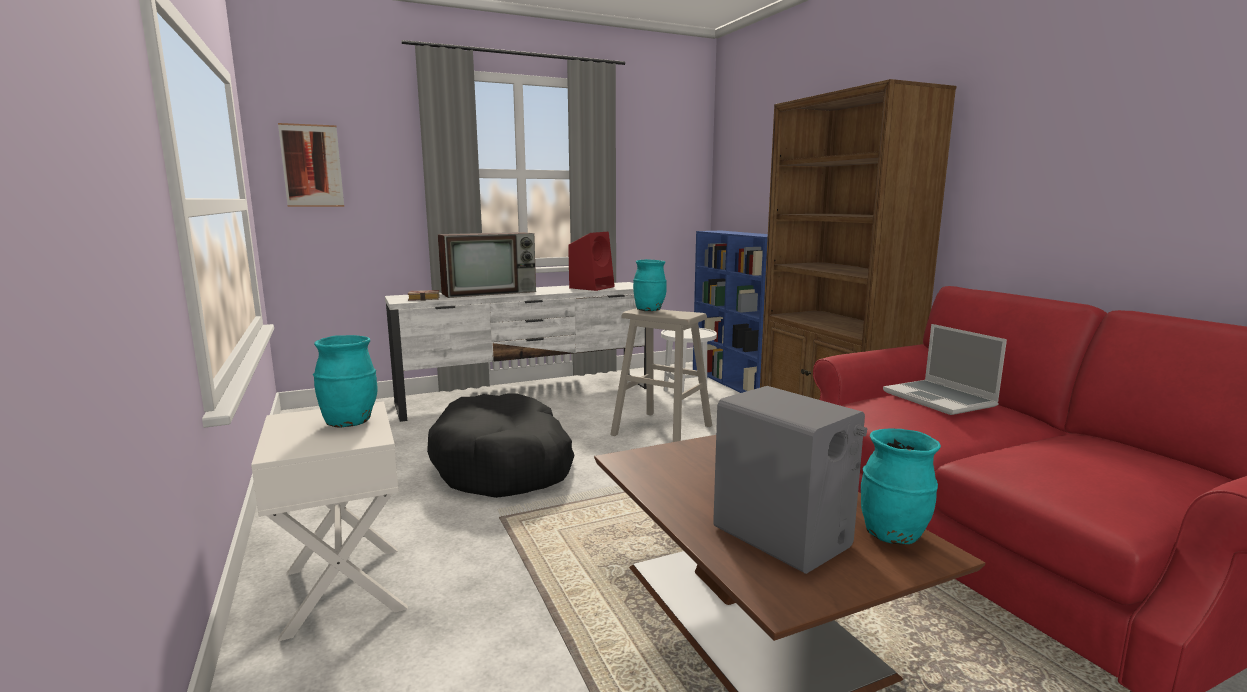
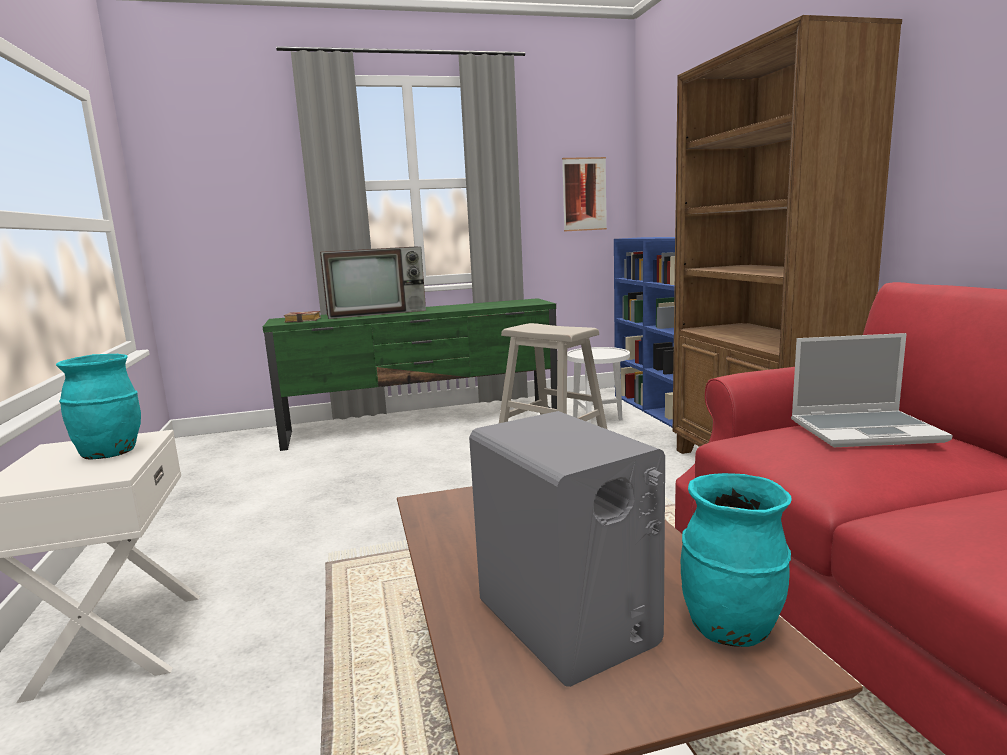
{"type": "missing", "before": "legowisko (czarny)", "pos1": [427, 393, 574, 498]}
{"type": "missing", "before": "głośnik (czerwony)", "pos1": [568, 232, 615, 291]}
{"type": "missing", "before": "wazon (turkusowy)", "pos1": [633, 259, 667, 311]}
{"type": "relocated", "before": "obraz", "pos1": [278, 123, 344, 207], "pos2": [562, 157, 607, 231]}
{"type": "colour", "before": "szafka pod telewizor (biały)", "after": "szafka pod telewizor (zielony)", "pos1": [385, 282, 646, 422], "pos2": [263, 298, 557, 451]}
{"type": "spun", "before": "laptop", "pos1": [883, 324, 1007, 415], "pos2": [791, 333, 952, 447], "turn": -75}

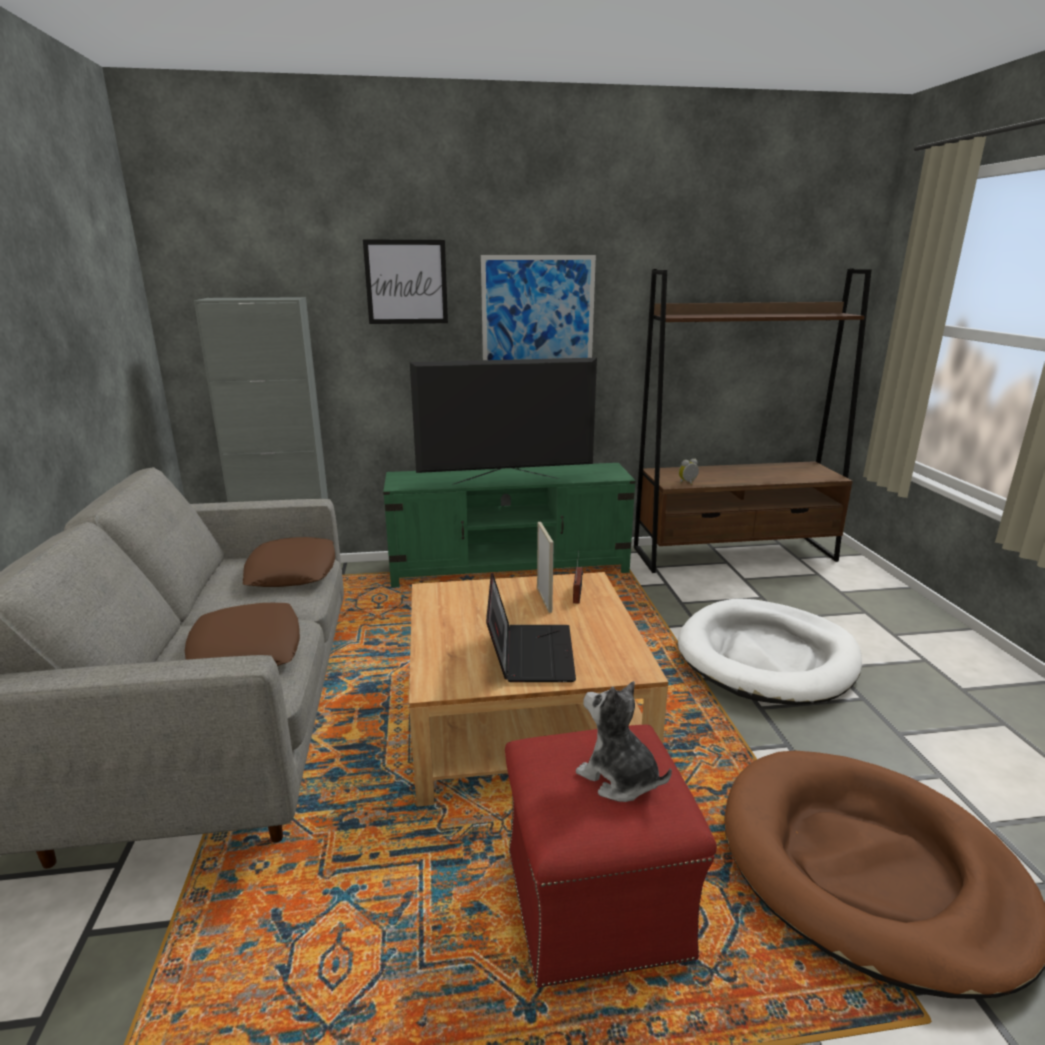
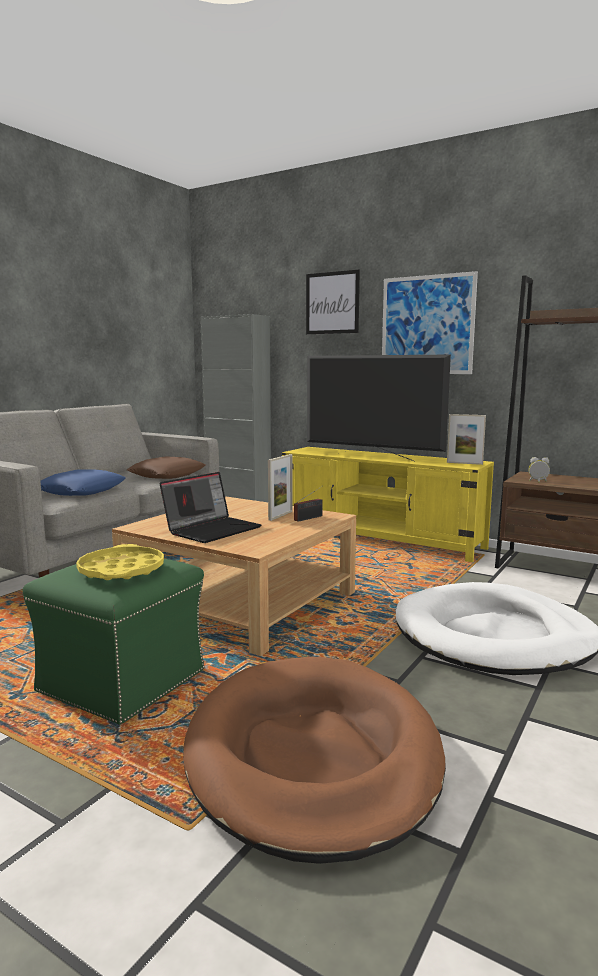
{"type": "appeared", "after": "ramka na zdjęcie", "pos2": [447, 414, 486, 465]}
{"type": "exchanged", "before": "pluszak", "after": "taca (żółty)", "pos1": [576, 681, 672, 802], "pos2": [76, 544, 164, 580]}
{"type": "colour", "before": "poduszka (brązowy)", "after": "poduszka (niebieski)", "pos1": [185, 603, 300, 666], "pos2": [40, 469, 126, 496]}
{"type": "colour", "before": "szafka pod telewizor (zielony)", "after": "szafka pod telewizor (żółty)", "pos1": [383, 463, 636, 587], "pos2": [282, 447, 494, 562]}
{"type": "colour", "before": "pufa (czerwony)", "after": "pufa (zielony)", "pos1": [505, 725, 717, 988], "pos2": [23, 559, 204, 725]}

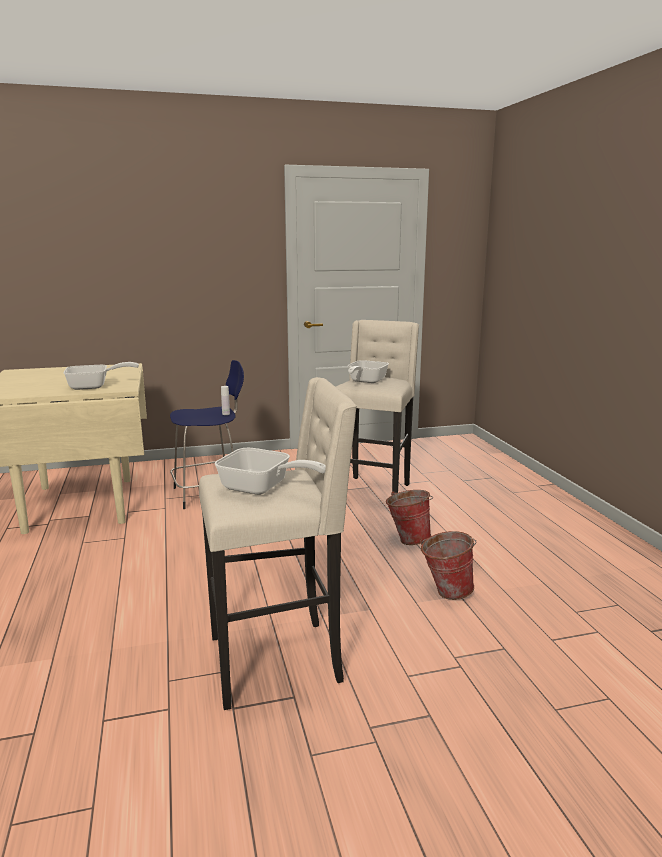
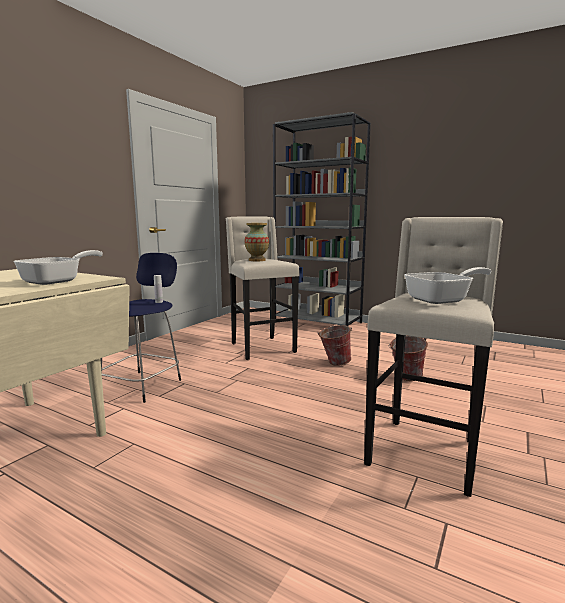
{"type": "appeared", "after": "regał (szary)", "pos2": [273, 112, 371, 326]}
{"type": "exchanged", "before": "patelnia", "after": "wazon", "pos1": [348, 360, 389, 383], "pos2": [245, 223, 269, 261]}

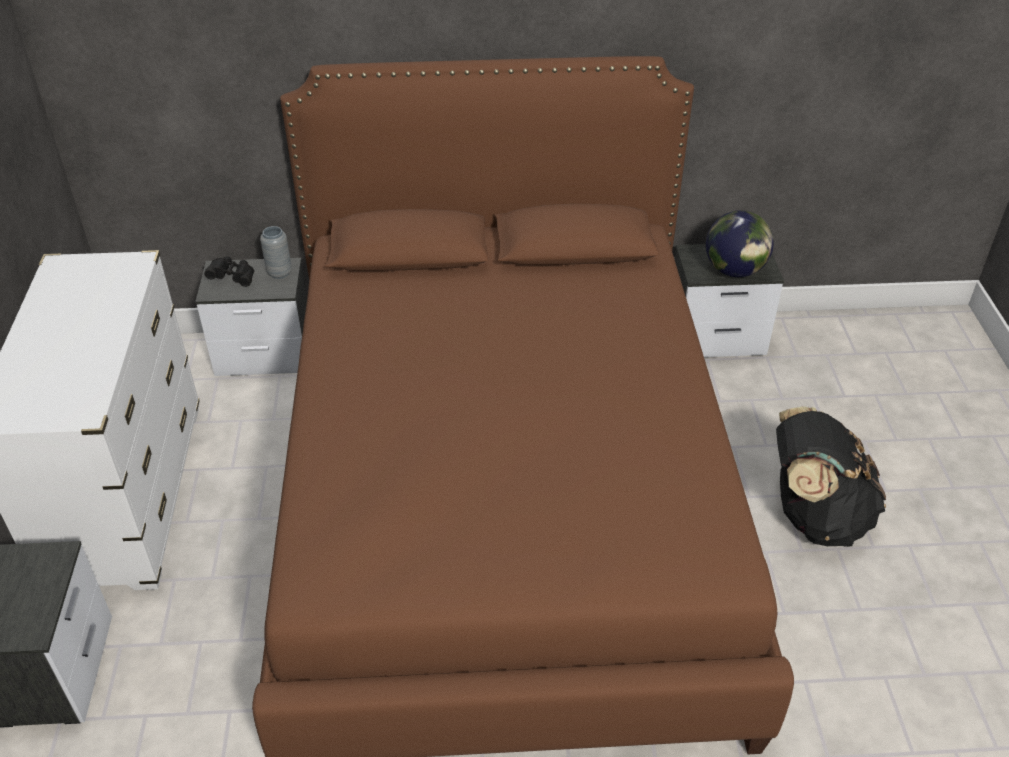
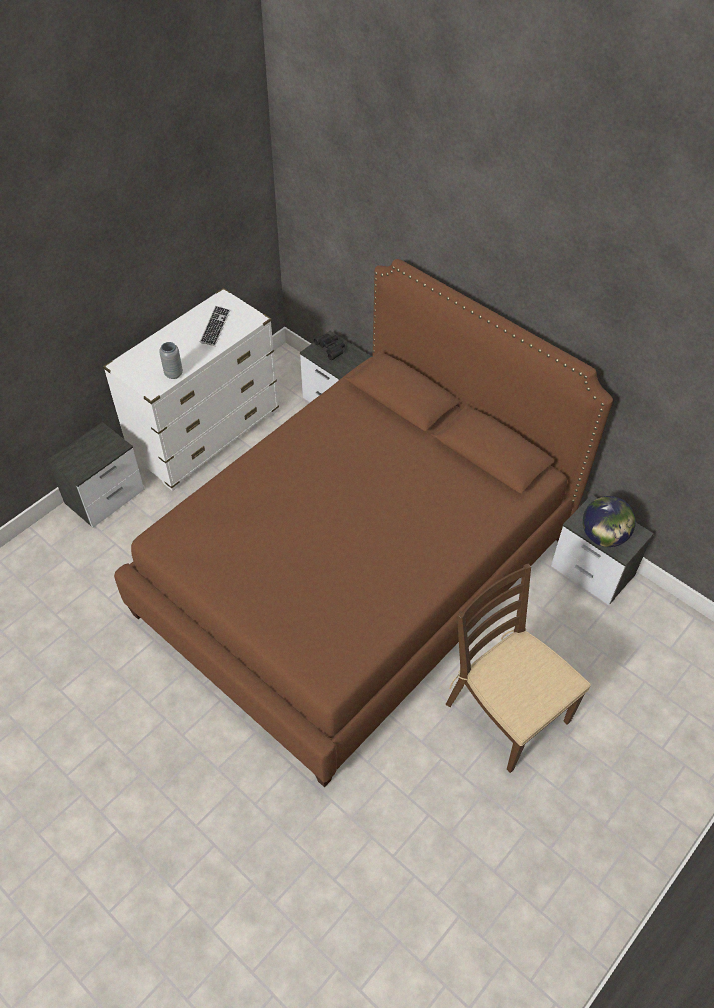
{"type": "appeared", "after": "klawiatura", "pos2": [200, 306, 230, 346]}
{"type": "relocated", "before": "wazon (szary)", "pos1": [260, 226, 292, 279], "pos2": [159, 342, 183, 379]}
{"type": "exchanged", "before": "plecak (czarny)", "after": "krzesło (brązowy)", "pos1": [776, 406, 886, 547], "pos2": [445, 563, 591, 773]}

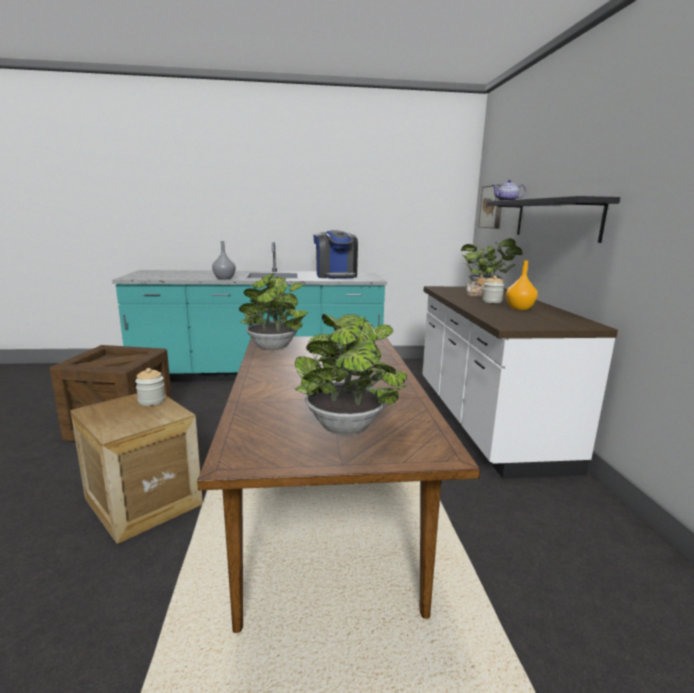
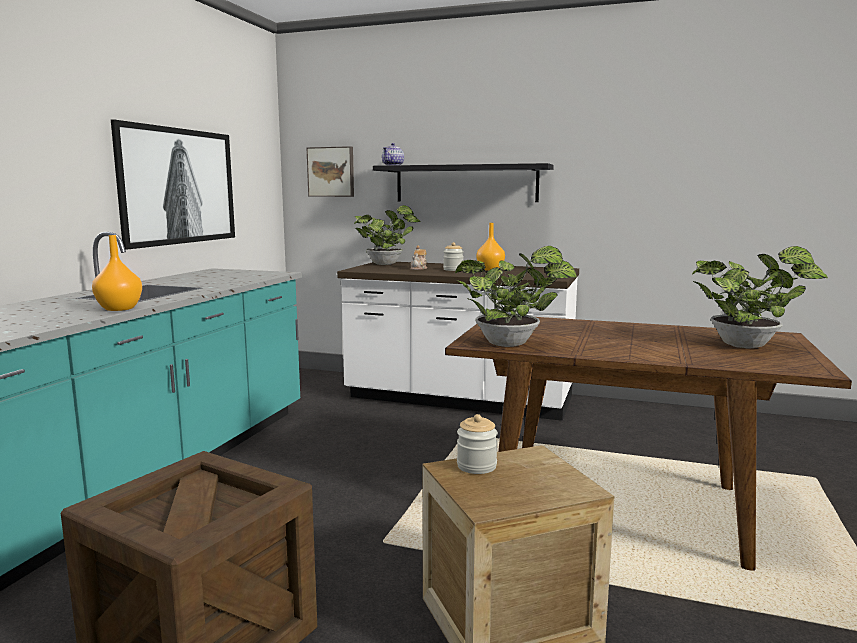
{"type": "missing", "before": "ekspres do kawy", "pos1": [313, 230, 358, 279]}
{"type": "appeared", "after": "obraz", "pos2": [111, 119, 235, 250]}
{"type": "colour", "before": "wazon (szary)", "after": "wazon (pomarańczowy)", "pos1": [212, 241, 236, 280], "pos2": [92, 235, 142, 311]}

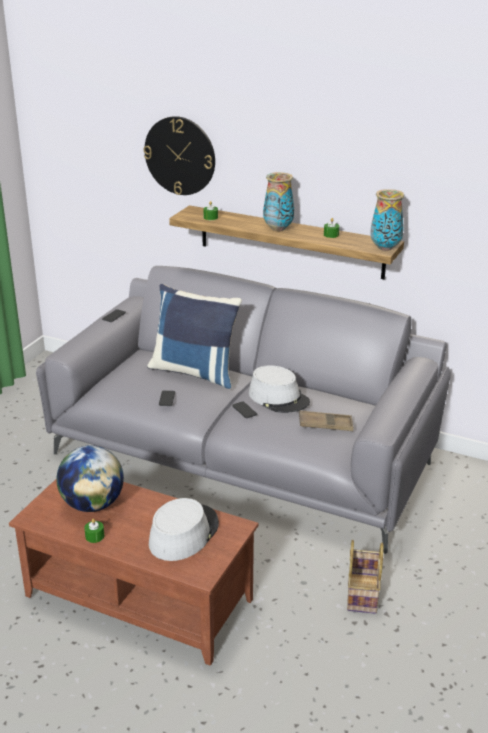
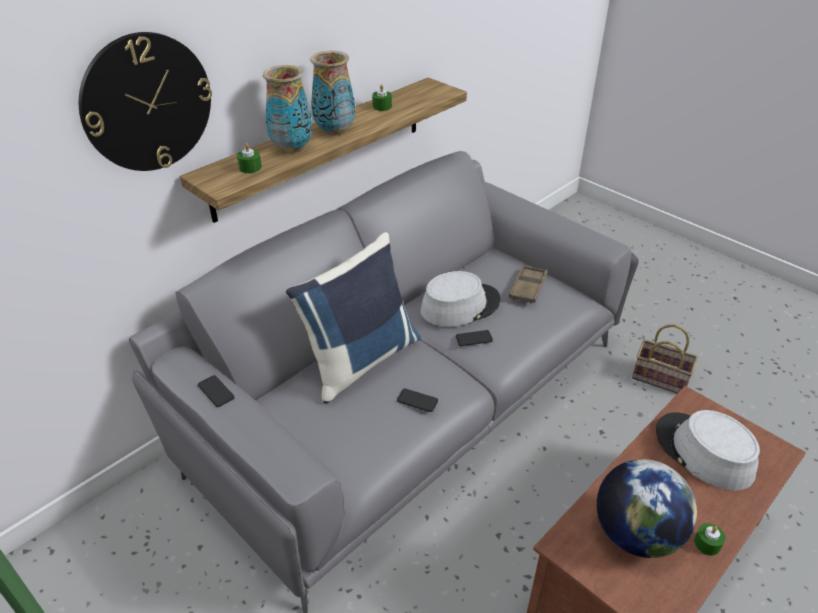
{"type": "relocated", "before": "wazon", "pos1": [370, 189, 404, 251], "pos2": [263, 65, 312, 153]}

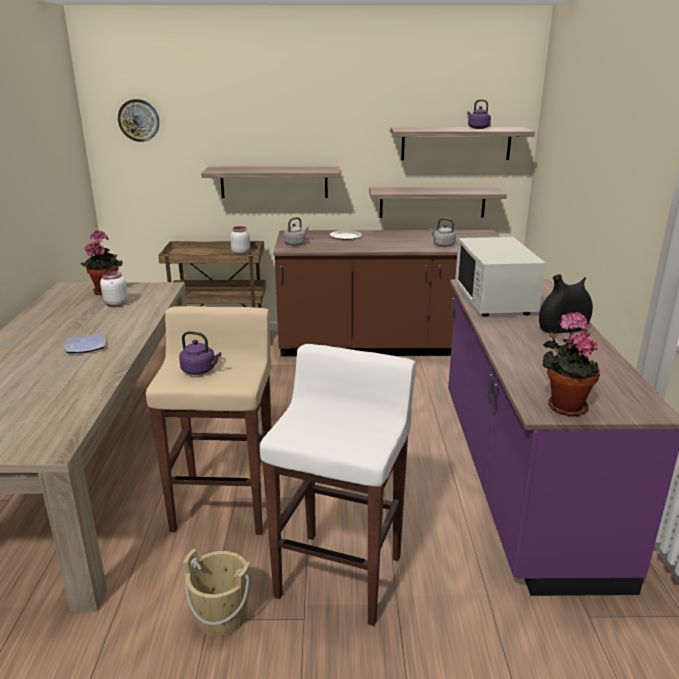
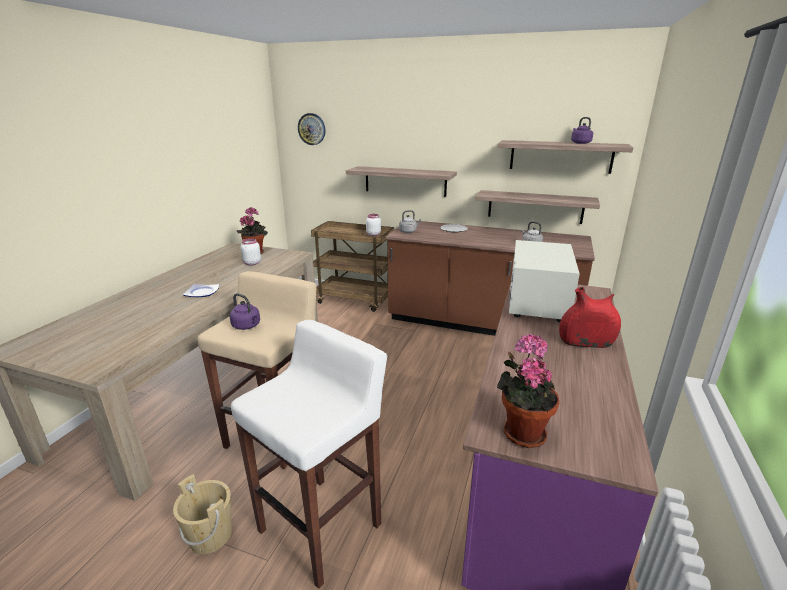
{"type": "colour", "before": "wazon (czarny)", "after": "wazon (czerwony)", "pos1": [539, 274, 593, 334], "pos2": [559, 287, 621, 348]}

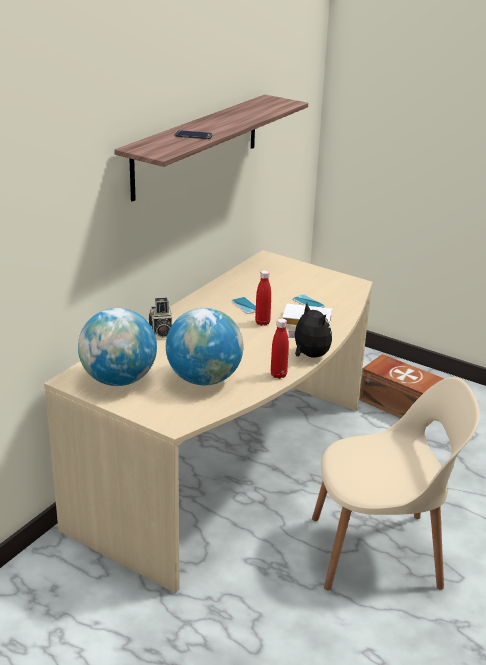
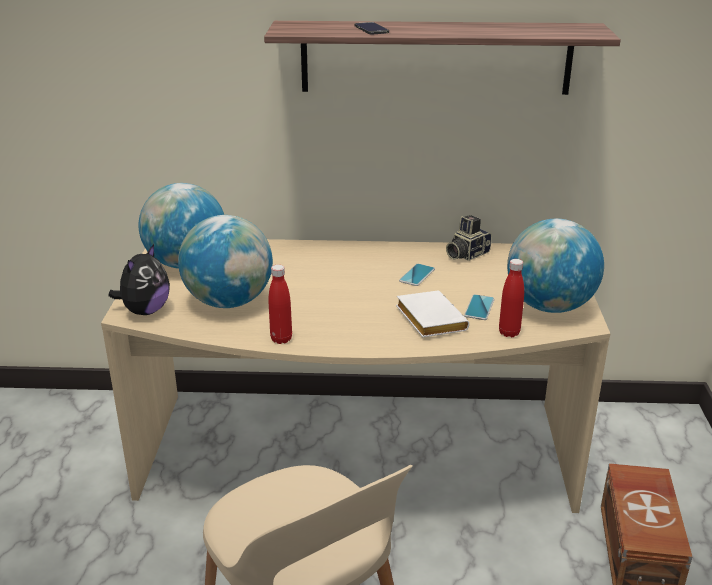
{"type": "appeared", "after": "globus", "pos2": [507, 219, 604, 313]}
{"type": "relocated", "before": "aparat fotograficzny", "pos1": [149, 298, 172, 338], "pos2": [446, 215, 492, 261]}
{"type": "relocated", "before": "butelka (czerwony)", "pos1": [255, 270, 271, 326], "pos2": [499, 259, 524, 337]}
{"type": "relocated", "before": "pluszak", "pos1": [289, 303, 332, 358], "pos2": [108, 244, 170, 315]}

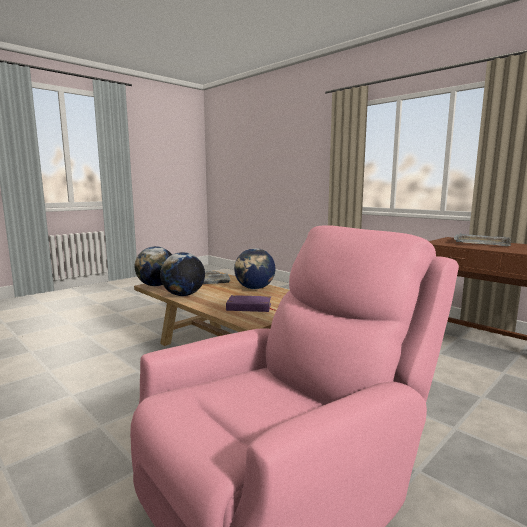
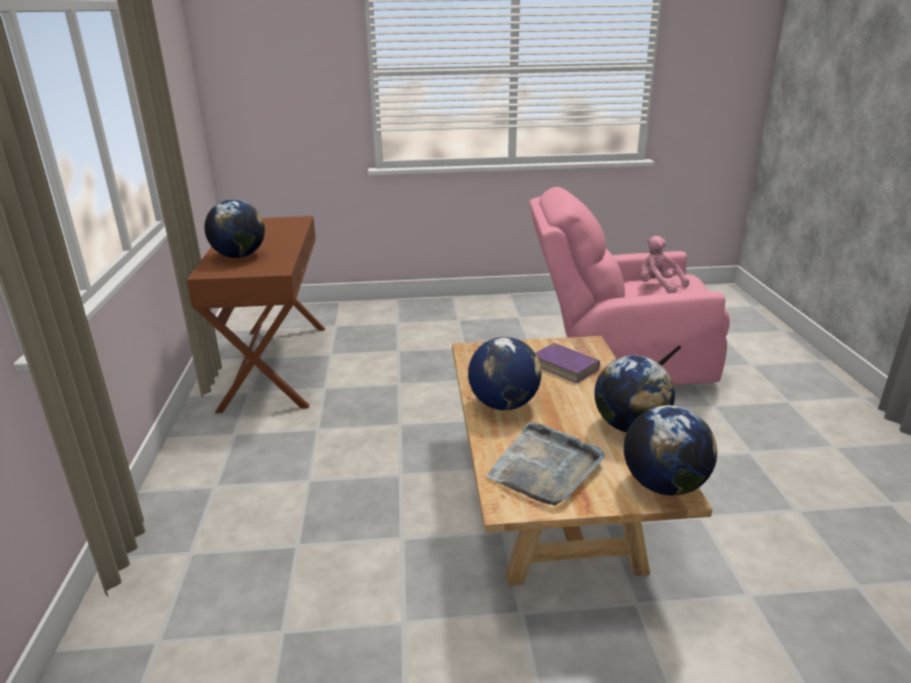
{"type": "appeared", "after": "pluszak (różowy)", "pos2": [640, 236, 689, 294]}
{"type": "exchanged", "before": "taca (szary)", "after": "globus", "pos1": [454, 233, 511, 246], "pos2": [204, 200, 265, 258]}

